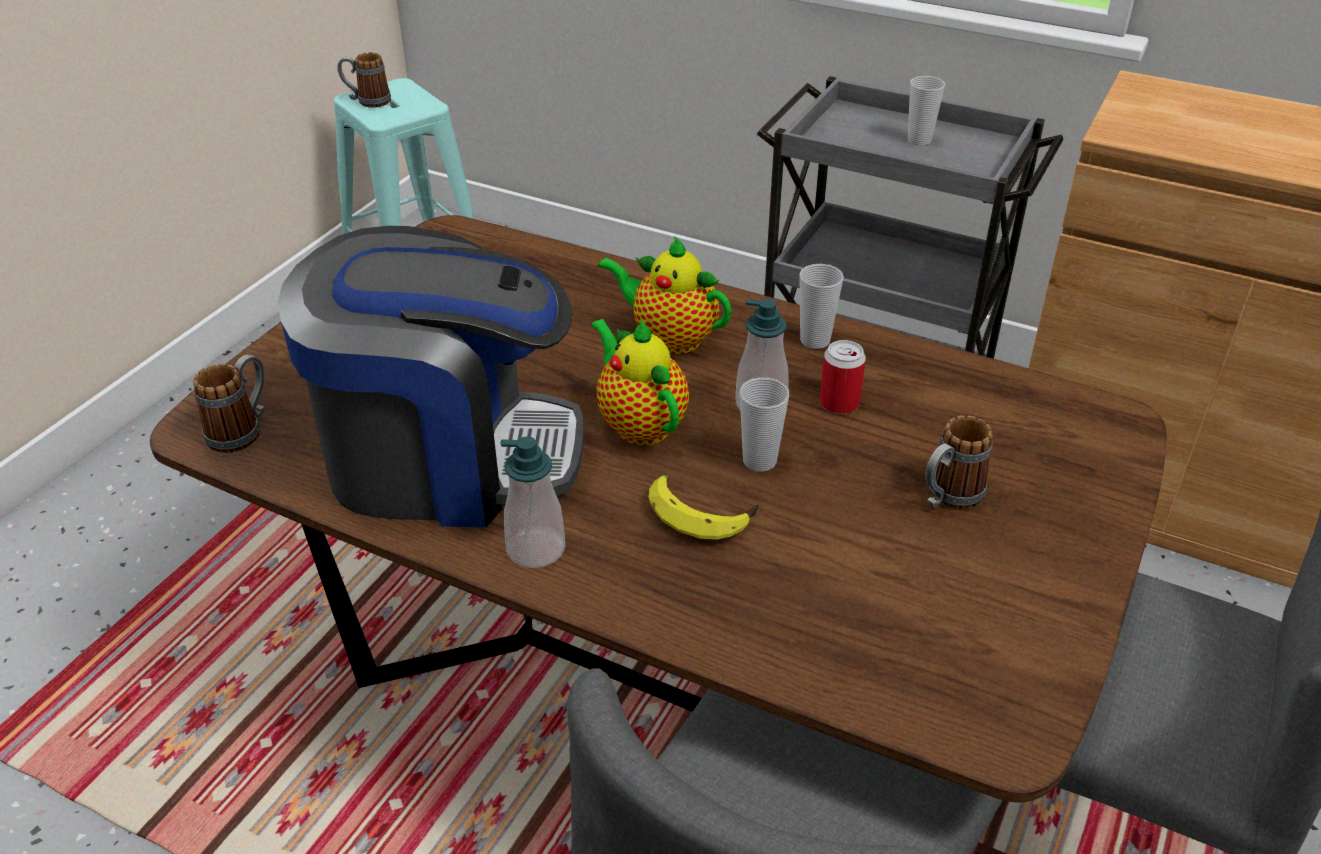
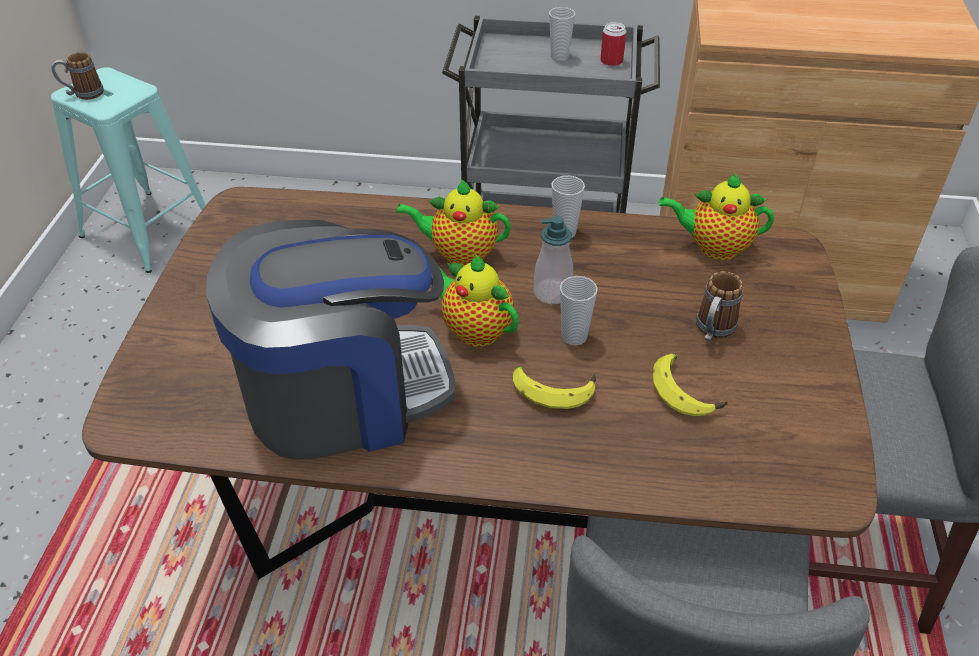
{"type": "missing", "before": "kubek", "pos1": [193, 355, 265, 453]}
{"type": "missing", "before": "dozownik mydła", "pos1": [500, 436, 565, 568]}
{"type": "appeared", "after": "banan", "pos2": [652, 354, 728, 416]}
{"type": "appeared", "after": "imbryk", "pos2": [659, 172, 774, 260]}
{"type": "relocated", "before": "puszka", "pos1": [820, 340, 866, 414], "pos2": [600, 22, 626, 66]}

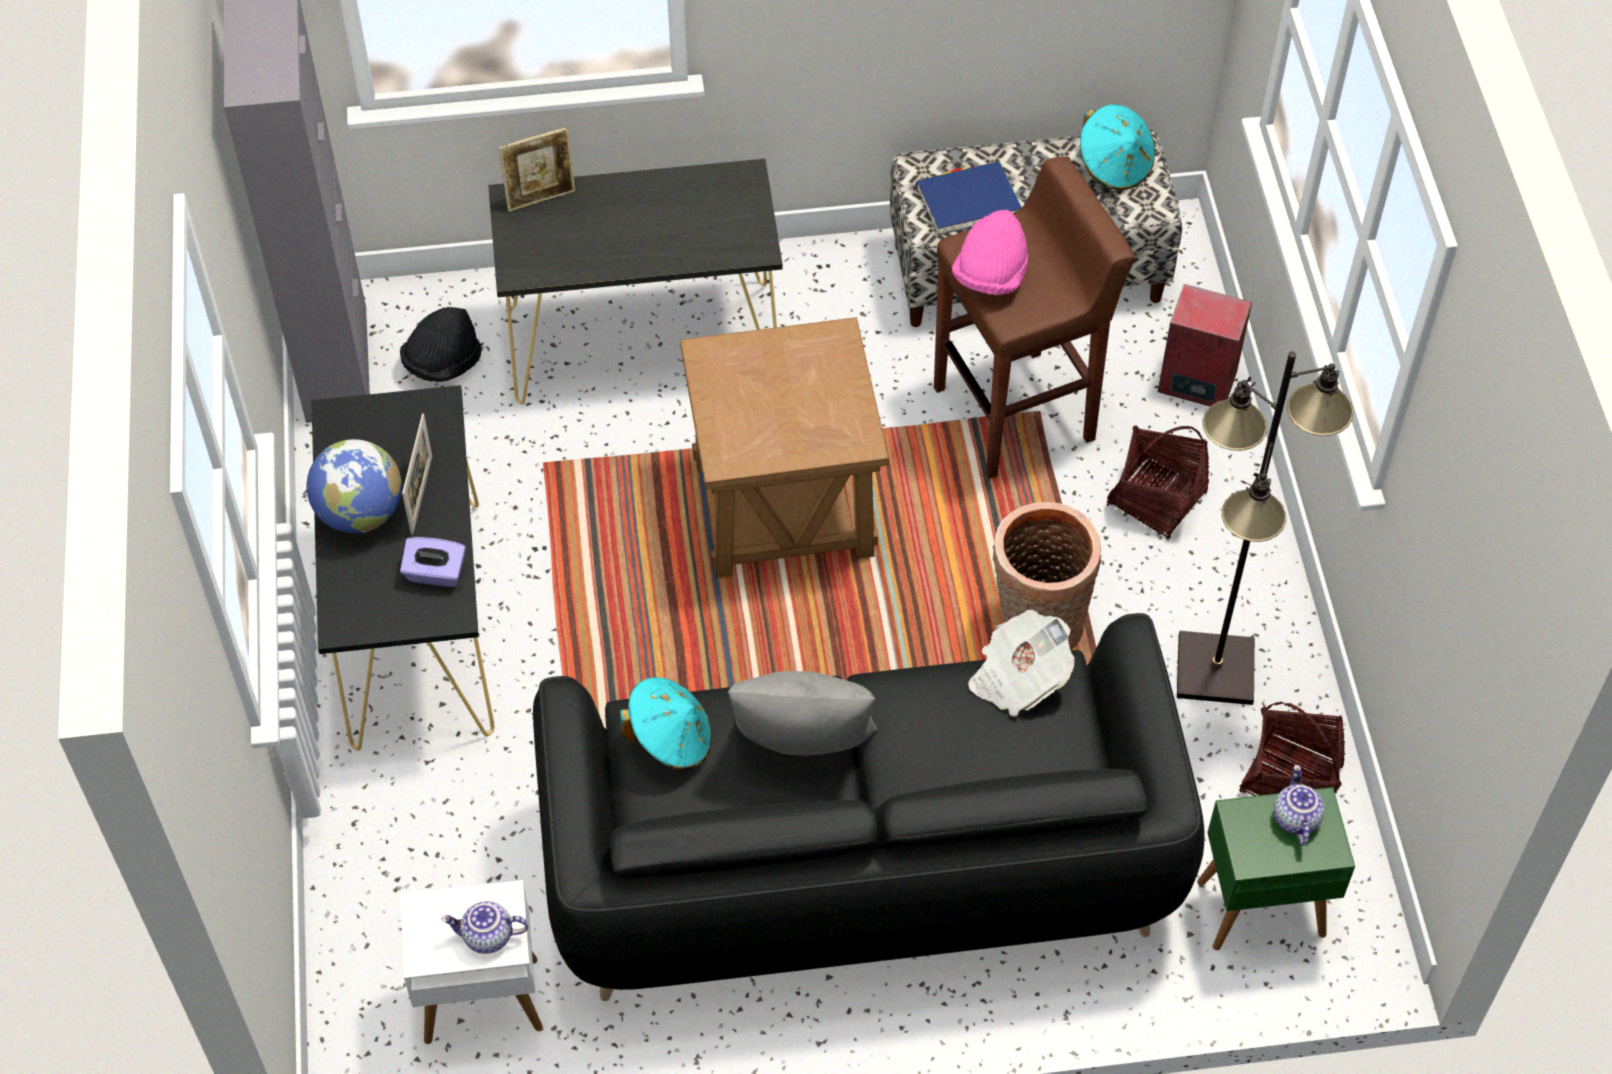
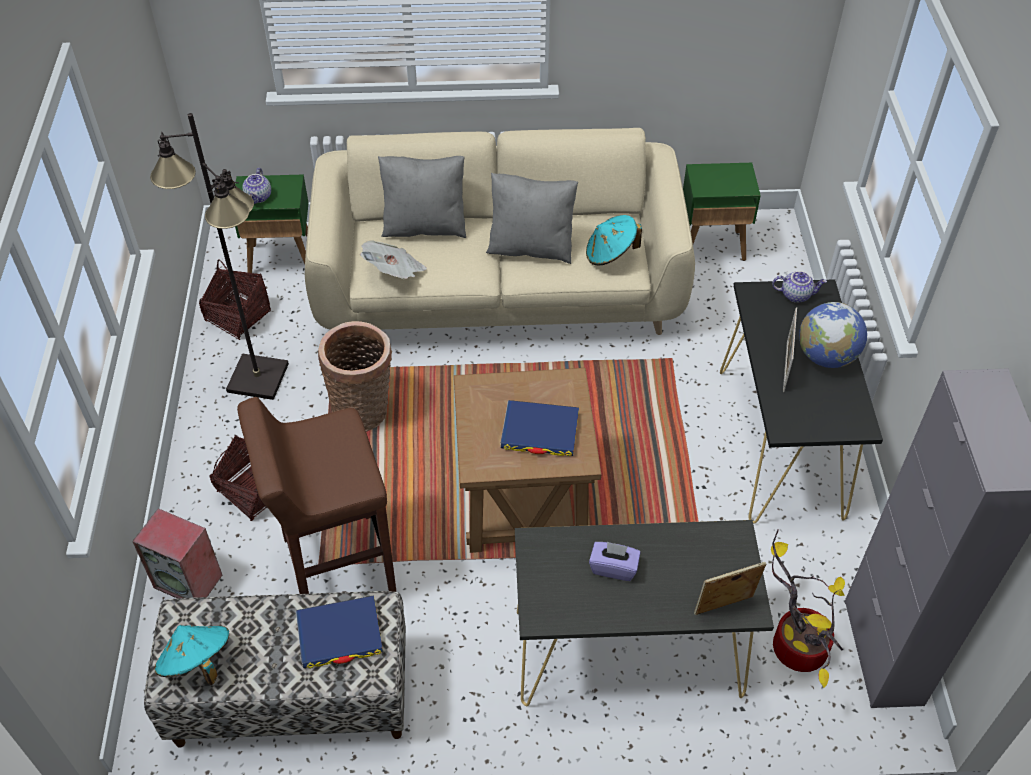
{"type": "missing", "before": "kapelusz (różowy)", "pos1": [952, 210, 1028, 295]}
{"type": "appeared", "after": "poduszka (szary)", "pos2": [378, 156, 466, 238]}
{"type": "appeared", "after": "książka (niebieski)", "pos2": [501, 400, 579, 456]}
{"type": "relocated", "before": "pudełko chusteczek (fioletowy)", "pos1": [400, 537, 466, 587], "pos2": [589, 541, 640, 581]}
{"type": "relocated", "before": "imbryk", "pos1": [441, 901, 528, 954], "pos2": [772, 271, 827, 303]}
{"type": "exchanged", "before": "kapelusz (czarny)", "after": "roślina doniczkowa", "pos1": [400, 307, 482, 382], "pos2": [771, 530, 845, 688]}
{"type": "colour", "before": "stolik (biały)", "after": "stolik (zielony)", "pos1": [400, 880, 543, 1044], "pos2": [683, 163, 761, 261]}
{"type": "colour", "before": "kanapa (czarny)", "after": "kanapa (beżowy)", "pos1": [533, 613, 1205, 1001], "pos2": [305, 128, 695, 335]}

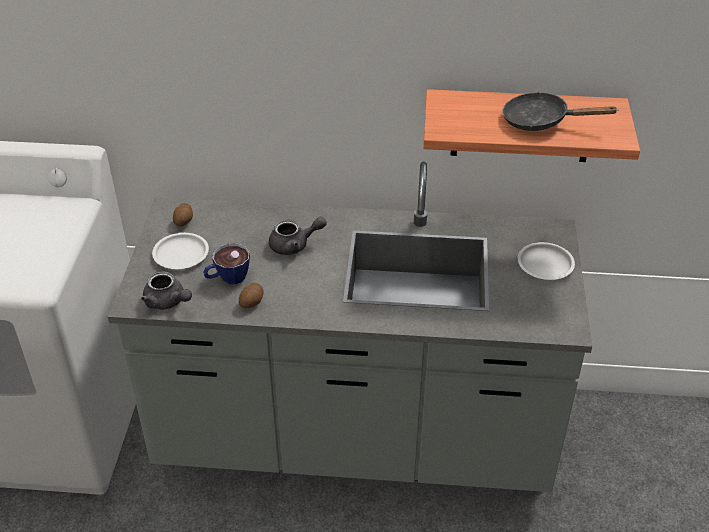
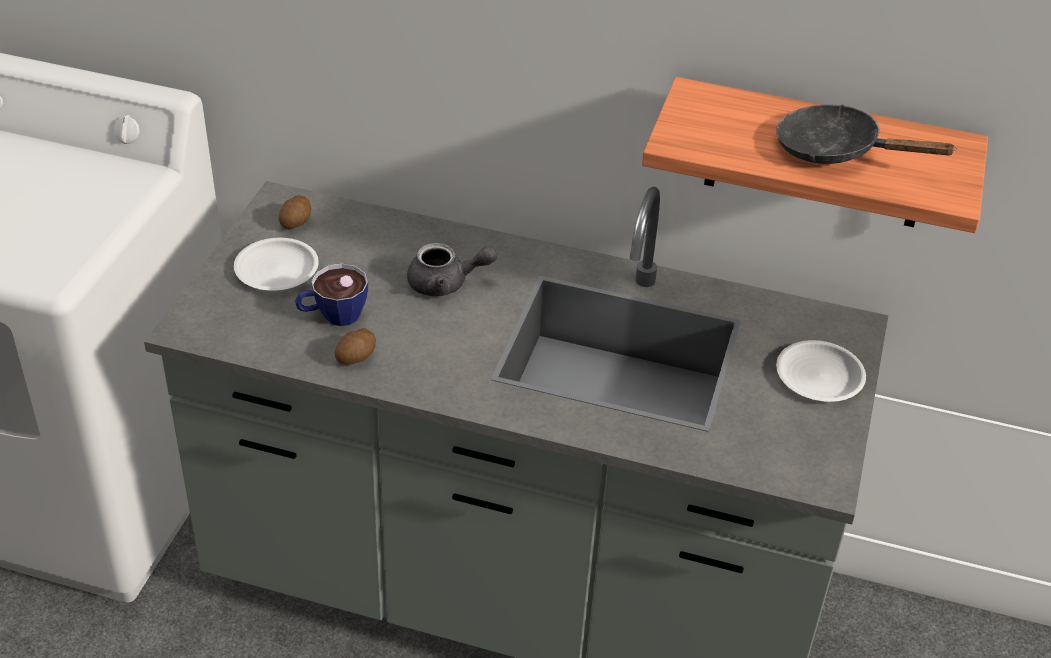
{"type": "missing", "before": "imbryk (szary)", "pos1": [141, 271, 192, 310]}

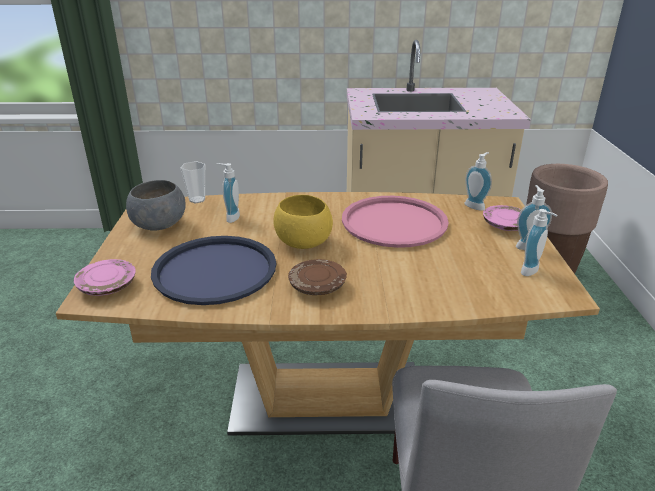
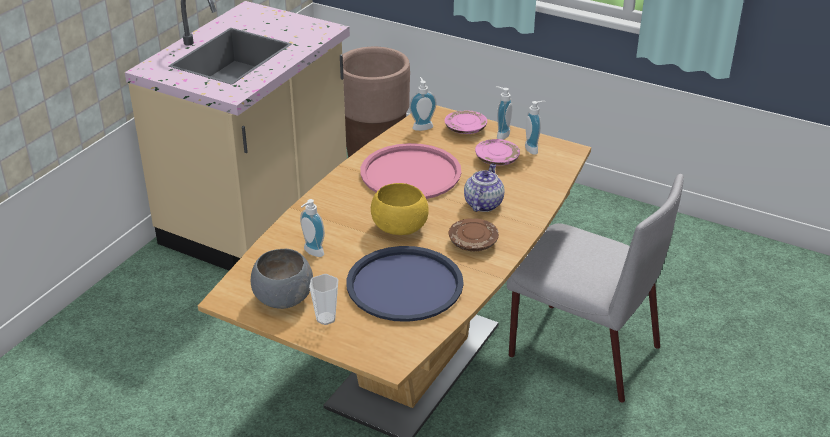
{"type": "appeared", "after": "imbryk", "pos2": [464, 163, 505, 212]}
{"type": "relocated", "before": "talerz (różowy)", "pos1": [74, 259, 136, 296], "pos2": [475, 139, 520, 166]}
{"type": "relocated", "before": "filiżanka", "pos1": [181, 161, 205, 203], "pos2": [309, 274, 338, 325]}

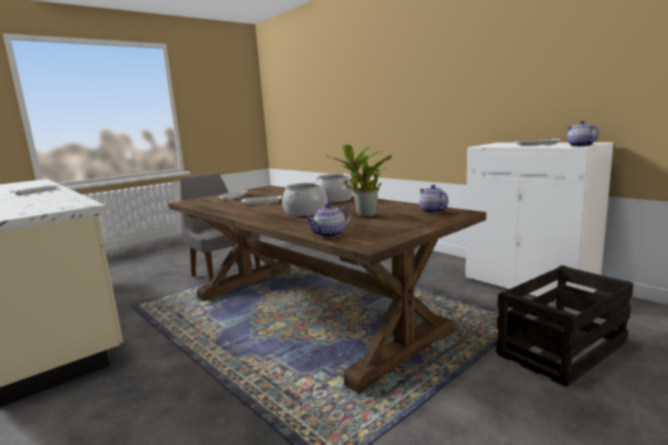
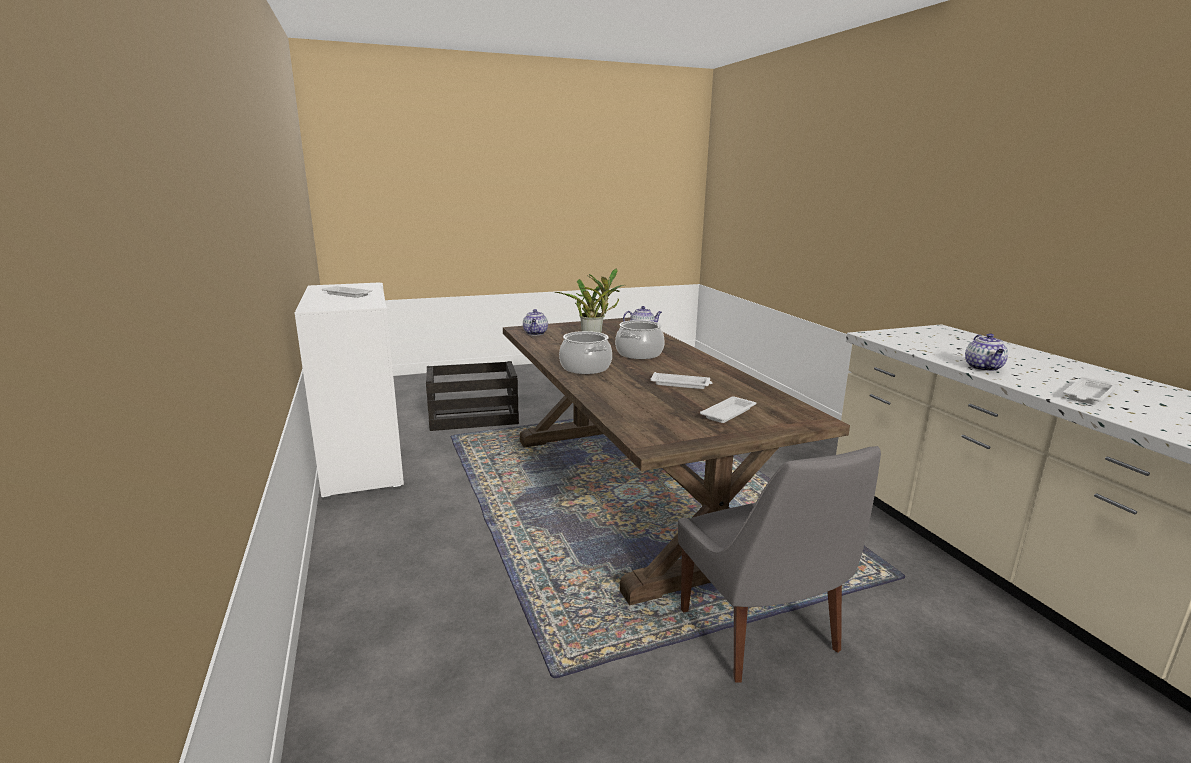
{"type": "relocated", "before": "imbryk", "pos1": [566, 121, 600, 147], "pos2": [965, 333, 1008, 371]}

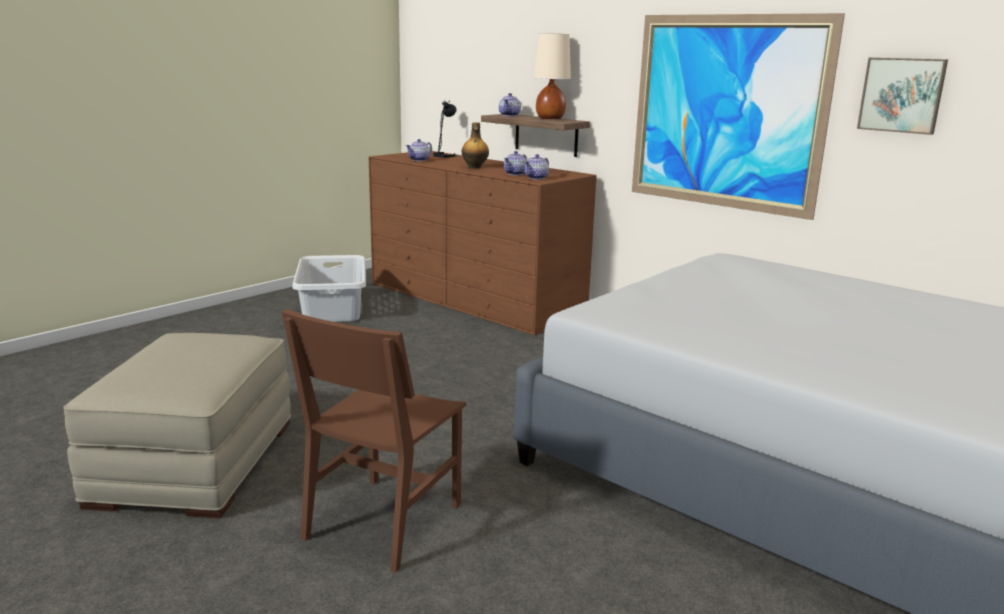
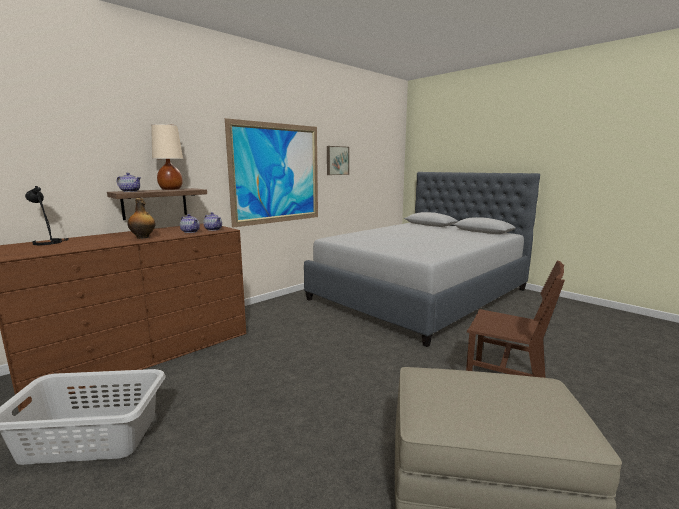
{"type": "missing", "before": "imbryk", "pos1": [406, 139, 432, 161]}

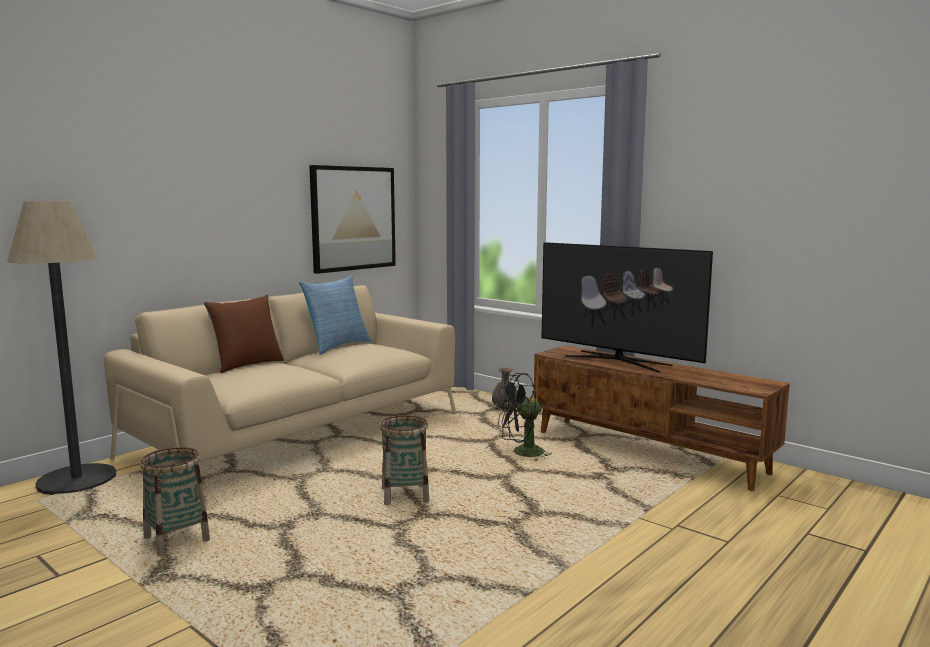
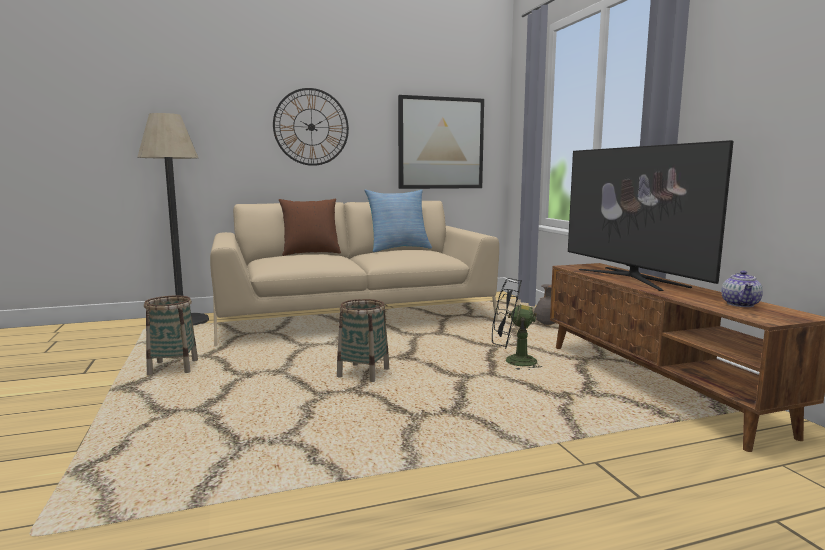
{"type": "appeared", "after": "zegar ścienny", "pos2": [273, 88, 349, 166]}
{"type": "appeared", "after": "imbryk", "pos2": [721, 271, 763, 307]}

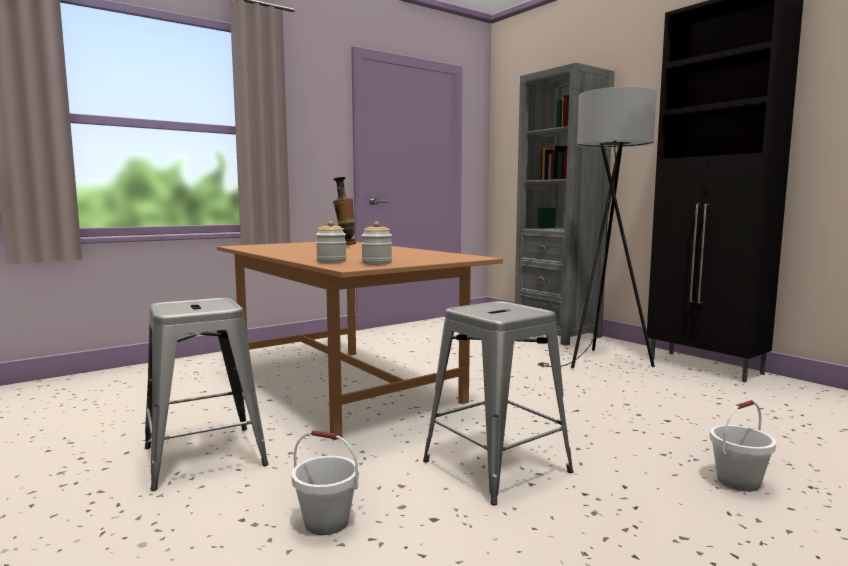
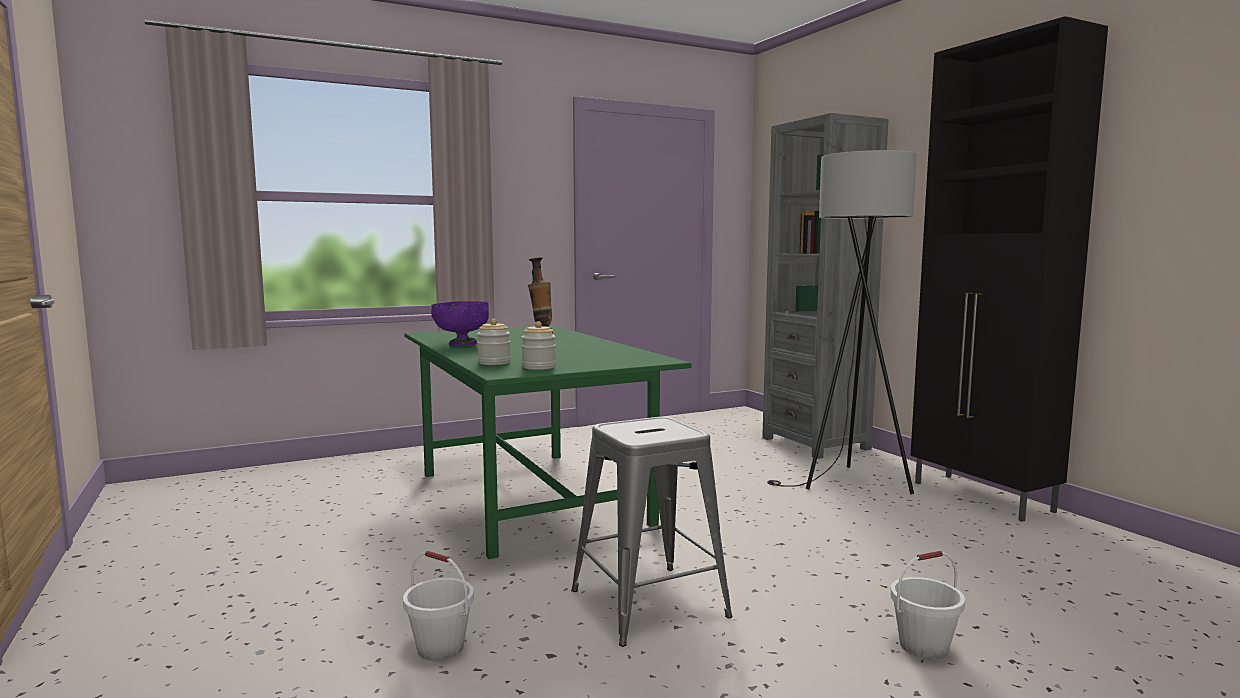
{"type": "missing", "before": "stołek (szary)", "pos1": [145, 298, 269, 491]}
{"type": "appeared", "after": "miska (fioletowy)", "pos2": [431, 301, 489, 346]}
{"type": "colour", "before": "stół jadalny (brązowy)", "after": "stół jadalny (zielony)", "pos1": [217, 242, 503, 440], "pos2": [404, 325, 692, 559]}

